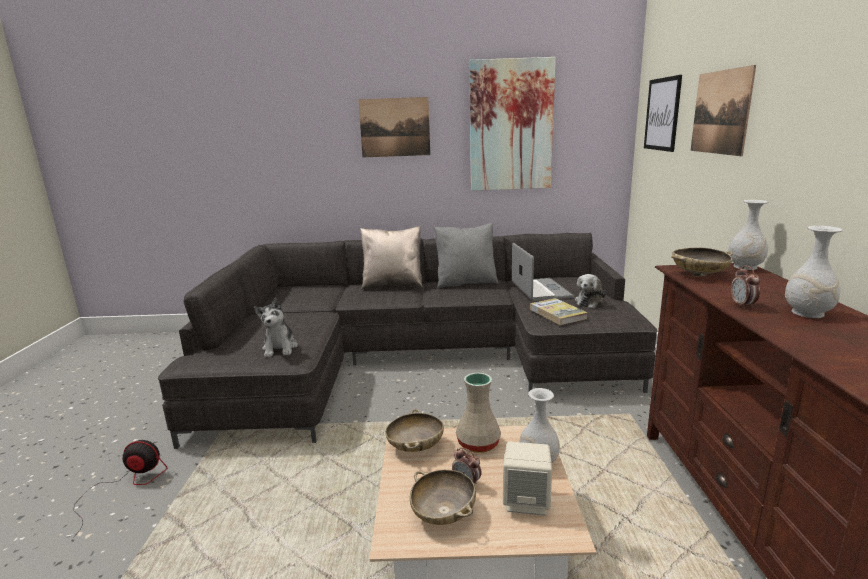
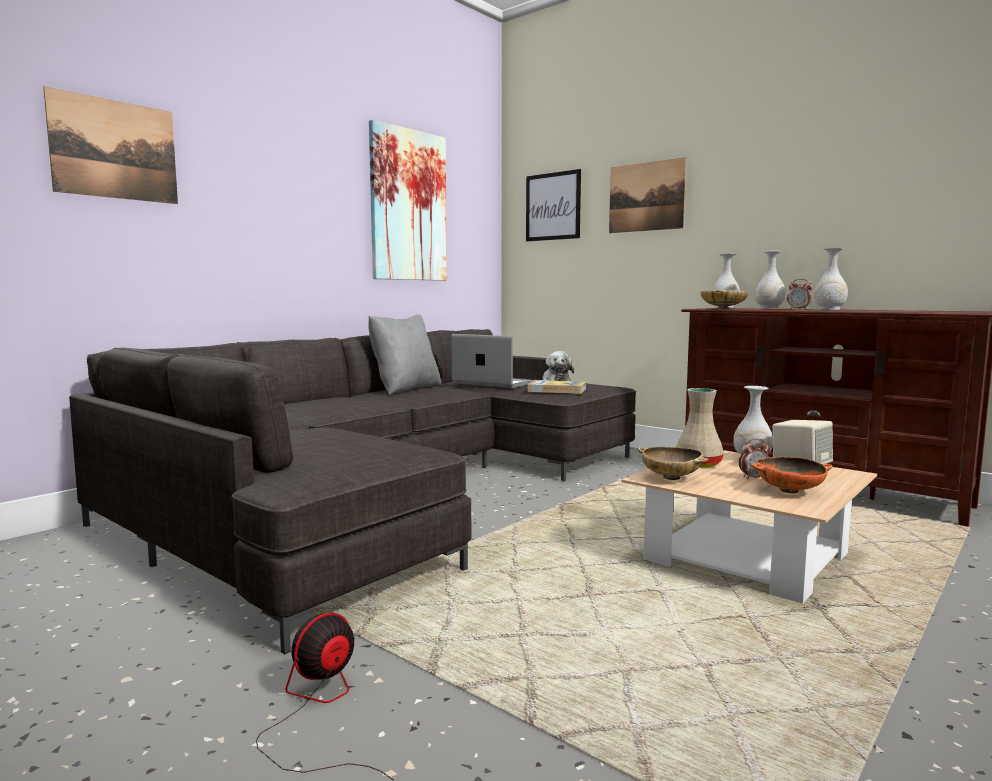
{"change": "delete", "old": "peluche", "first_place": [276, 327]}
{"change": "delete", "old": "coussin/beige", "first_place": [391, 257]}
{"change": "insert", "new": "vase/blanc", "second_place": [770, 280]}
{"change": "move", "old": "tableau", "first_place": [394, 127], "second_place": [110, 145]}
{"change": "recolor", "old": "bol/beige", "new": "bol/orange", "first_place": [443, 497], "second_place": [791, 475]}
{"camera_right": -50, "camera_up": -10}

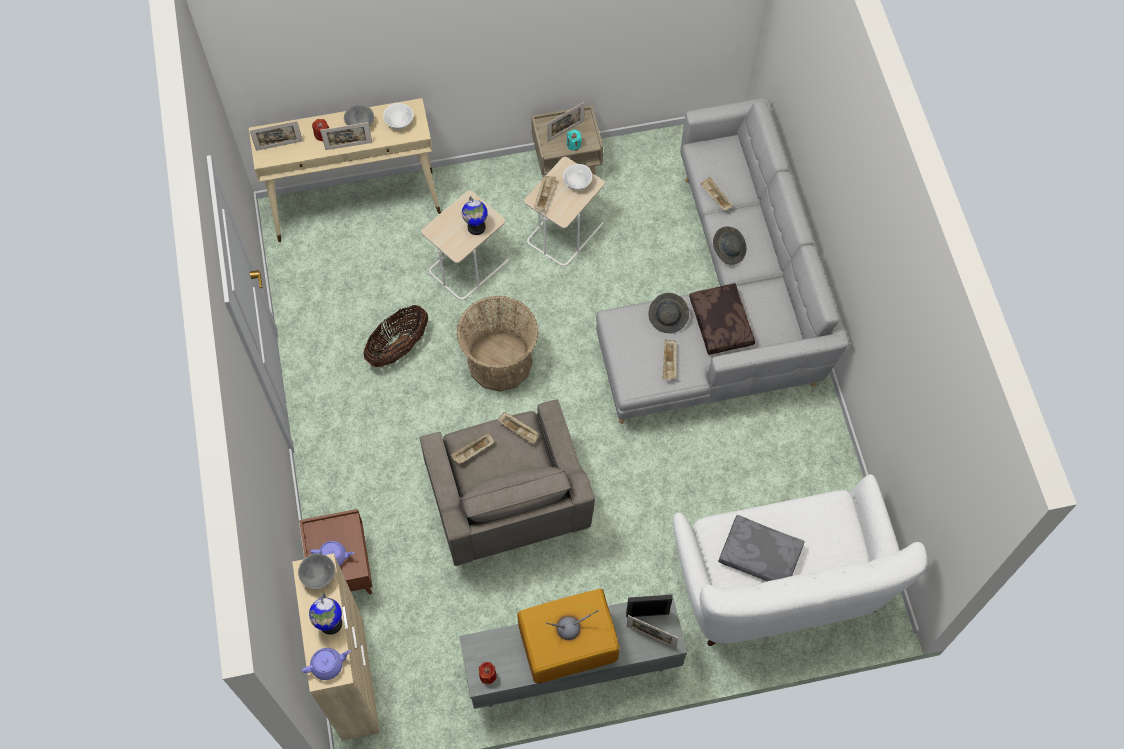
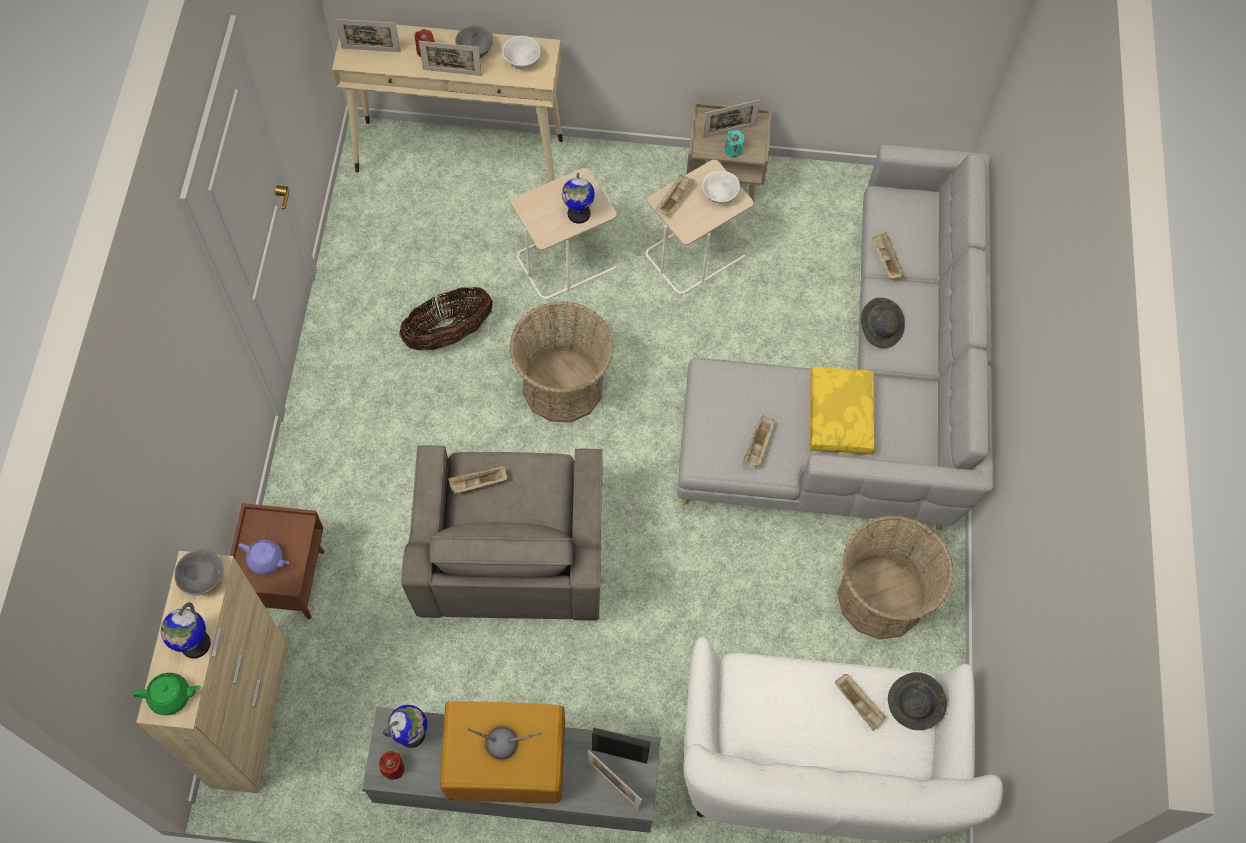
{"change": "delete", "old": "coussin/gris", "first_place": [761, 548]}
{"change": "insert", "new": "globe", "second_place": [405, 726]}
{"change": "insert", "new": "panier", "second_place": [895, 577]}
{"change": "move", "old": "plateau/beige", "first_place": [518, 428], "second_place": [859, 702]}
{"change": "move", "old": "chapeau/gris", "first_place": [668, 313], "second_place": [917, 701]}
{"change": "recolor", "old": "théière/violet", "new": "théière/vert", "first_place": [326, 664], "second_place": [166, 694]}
{"change": "recolor", "old": "coussin/marron", "new": "coussin/jaune", "first_place": [722, 319], "second_place": [842, 411]}
{"camera_right": 15, "camera_up": 0}

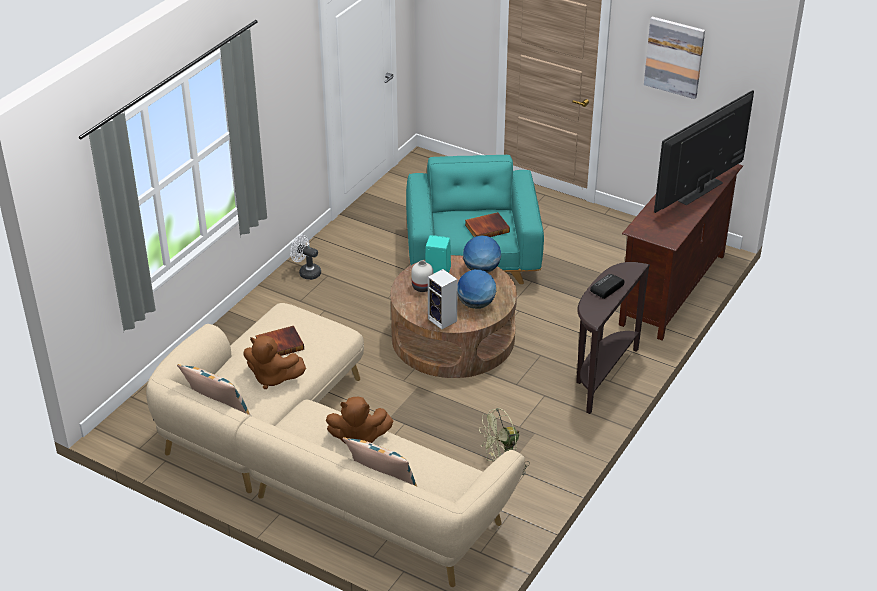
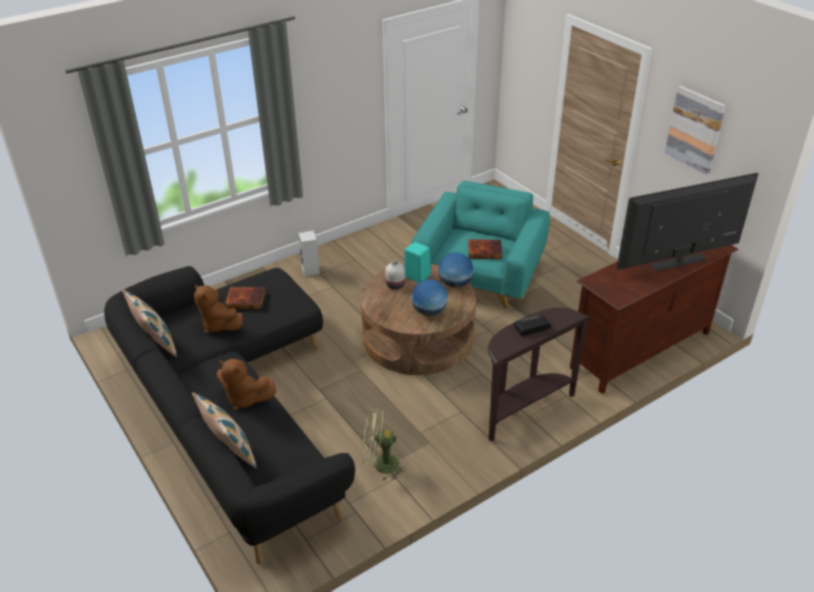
{"change": "delete", "old": "ventilateur/blanc", "first_place": [305, 257]}
{"change": "move", "old": "enceinte", "first_place": [443, 299], "second_place": [309, 253]}
{"change": "recolor", "old": "canapé/beige", "new": "canapé/noir", "first_place": [335, 445], "second_place": [229, 415]}
{"camera_right": 25, "camera_up": 0}

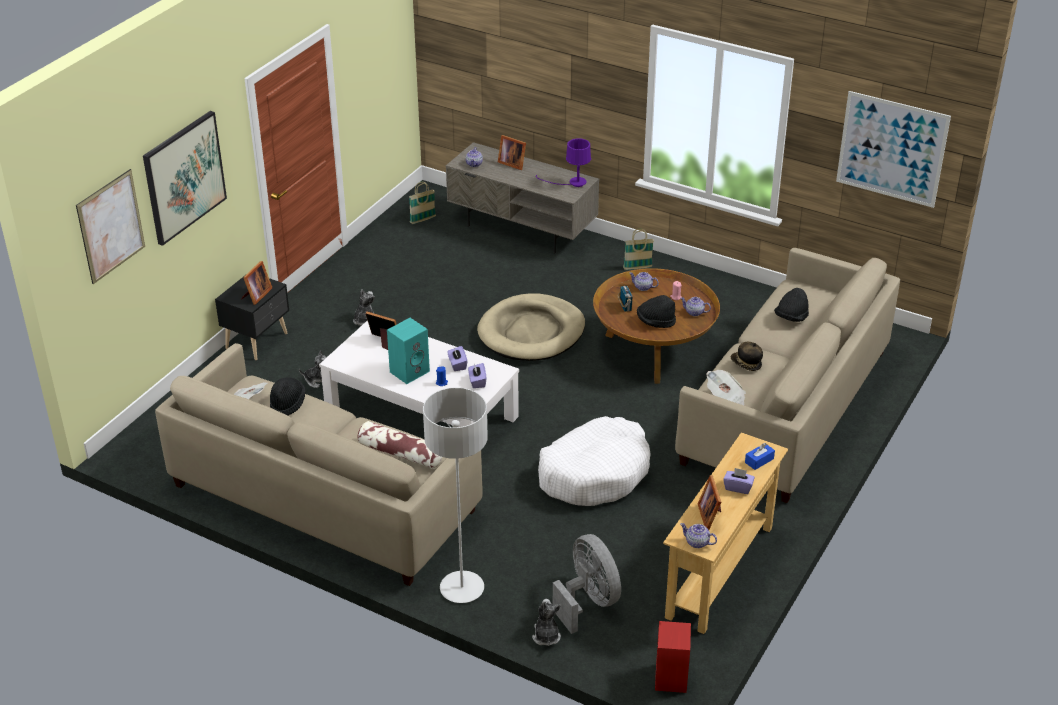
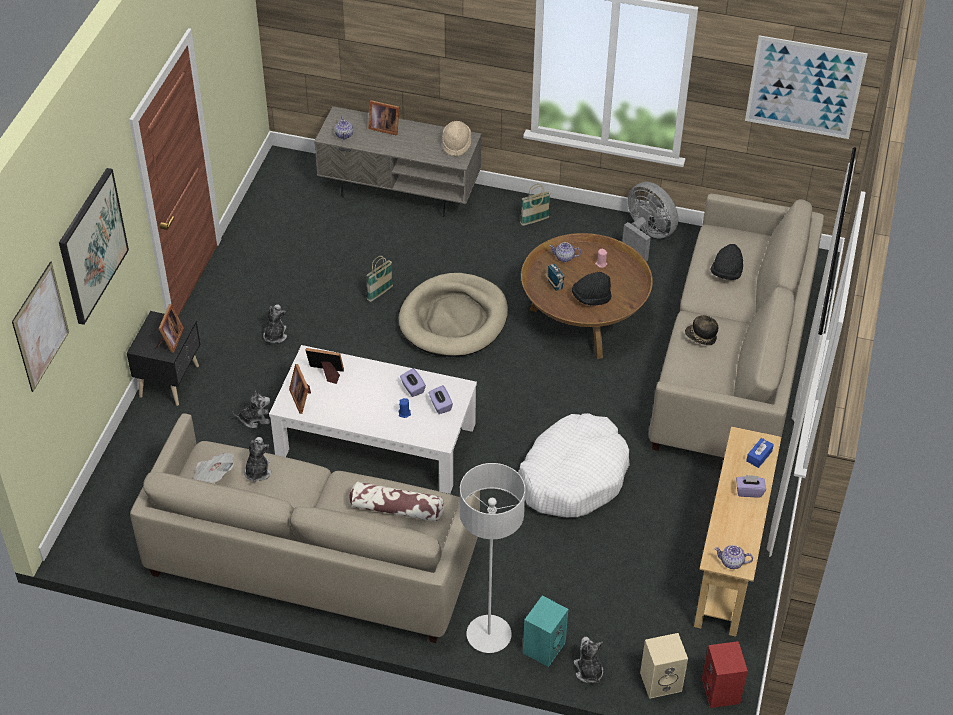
{"change": "delete", "old": "théière", "first_place": [695, 306]}
{"change": "delete", "old": "journal", "first_place": [726, 387]}
{"change": "insert", "new": "enceinte/beige", "second_place": [664, 666]}
{"change": "move", "old": "enceinte/turquoise", "first_place": [408, 351], "second_place": [545, 631]}
{"change": "move", "old": "panier", "first_place": [422, 203], "second_place": [379, 279]}
{"change": "move", "old": "ventilateur/gris", "first_place": [587, 584], "second_place": [650, 221]}
{"change": "move", "old": "cadre photo", "first_place": [709, 502], "second_place": [300, 389]}
{"change": "replace", "old": "chapeau/noir", "new": "peluche", "first_place": [288, 396], "second_place": [257, 459]}
{"change": "replace", "old": "lampe de table/violet", "new": "chapeau/beige", "first_place": [563, 162], "second_place": [457, 139]}
{"camera_right": -15, "camera_up": 10}

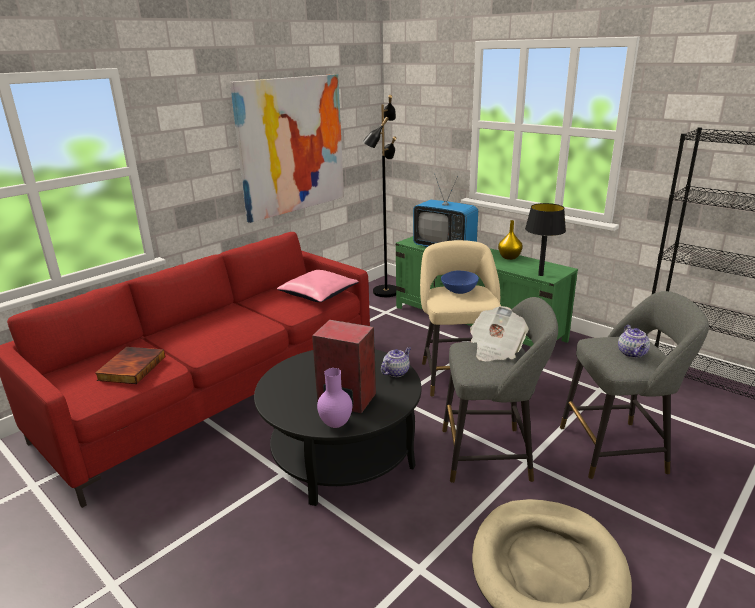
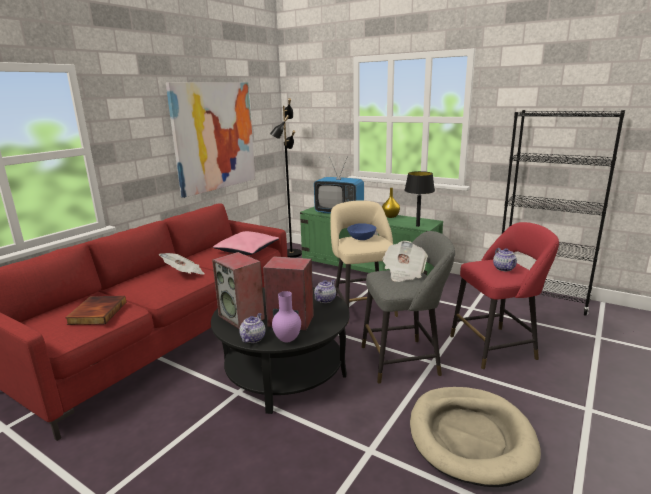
{"change": "insert", "new": "journal", "second_place": [182, 264]}
{"change": "insert", "new": "enceinte", "second_place": [238, 290]}
{"change": "insert", "new": "théière", "second_place": [252, 328]}
{"change": "recolor", "old": "tabouret/gris", "new": "tabouret/rouge", "first_place": [634, 385], "second_place": [504, 295]}
{"camera_right": -10, "camera_up": -5}

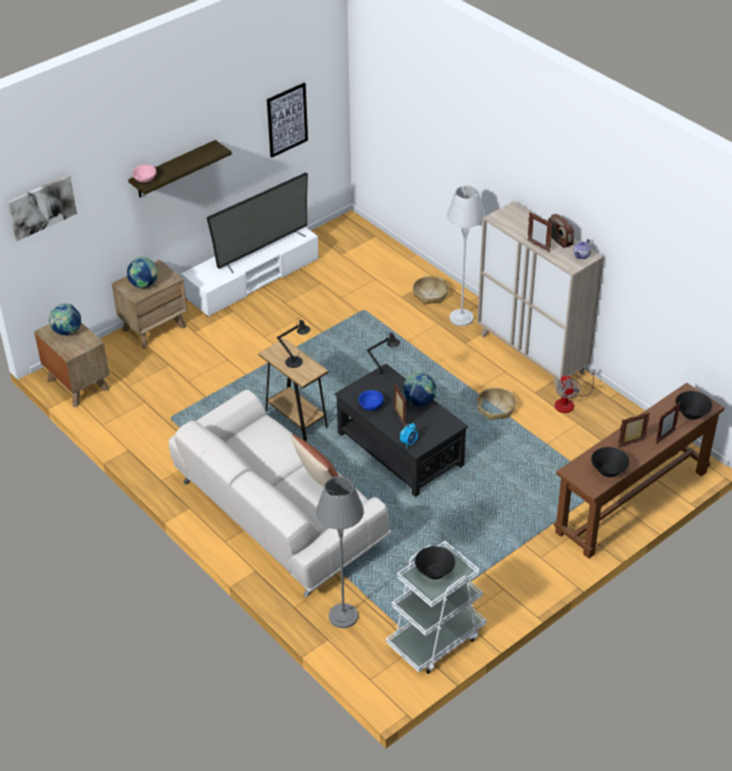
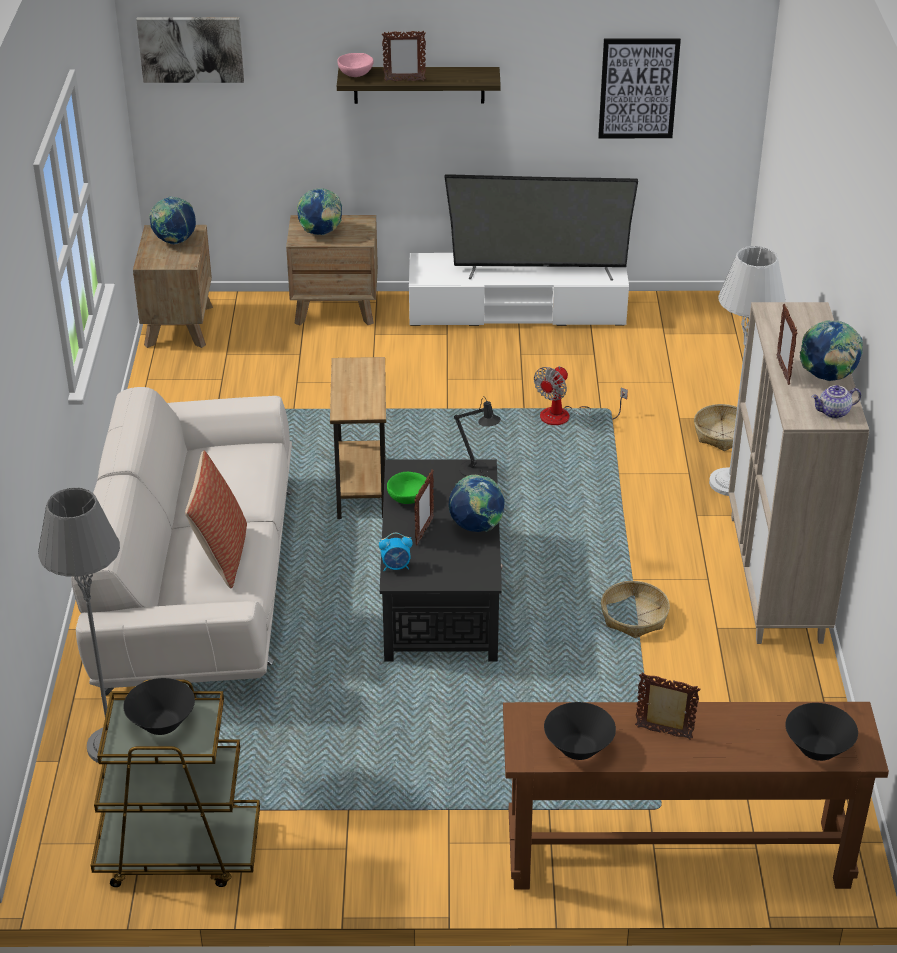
{"change": "delete", "old": "lampe de table/noir", "first_place": [293, 343]}
{"change": "move", "old": "ventilateur", "first_place": [575, 391], "second_place": [581, 395]}
{"change": "move", "old": "cadre photo", "first_place": [668, 423], "second_place": [404, 56]}
{"change": "replace", "old": "radio", "new": "globe", "first_place": [561, 231], "second_place": [831, 350]}
{"change": "recolor", "old": "bol/bleu", "new": "bol/vert", "first_place": [371, 400], "second_place": [406, 488]}
{"change": "recolor", "old": "chariot/blanc", "new": "chariot/marron", "first_place": [436, 607], "second_place": [175, 783]}
{"camera_right": 40, "camera_up": -5}

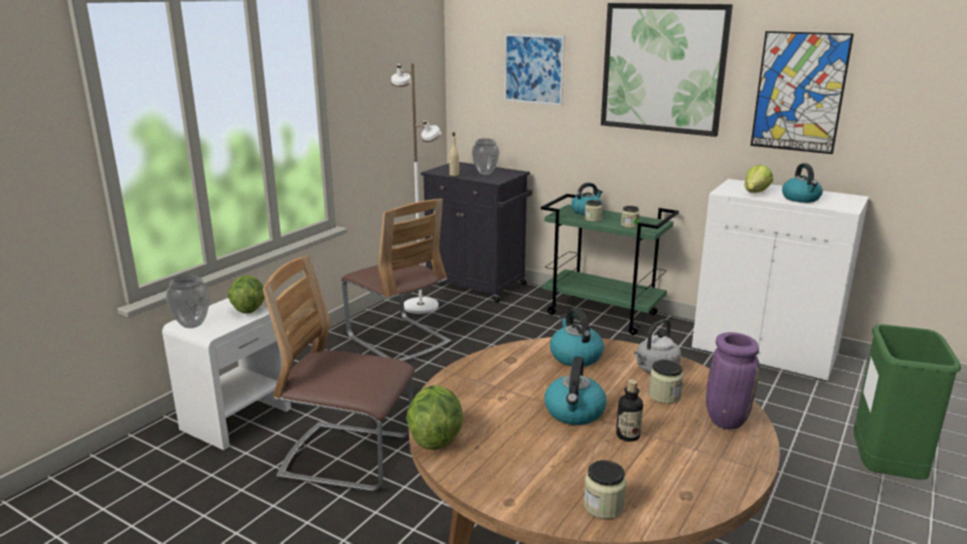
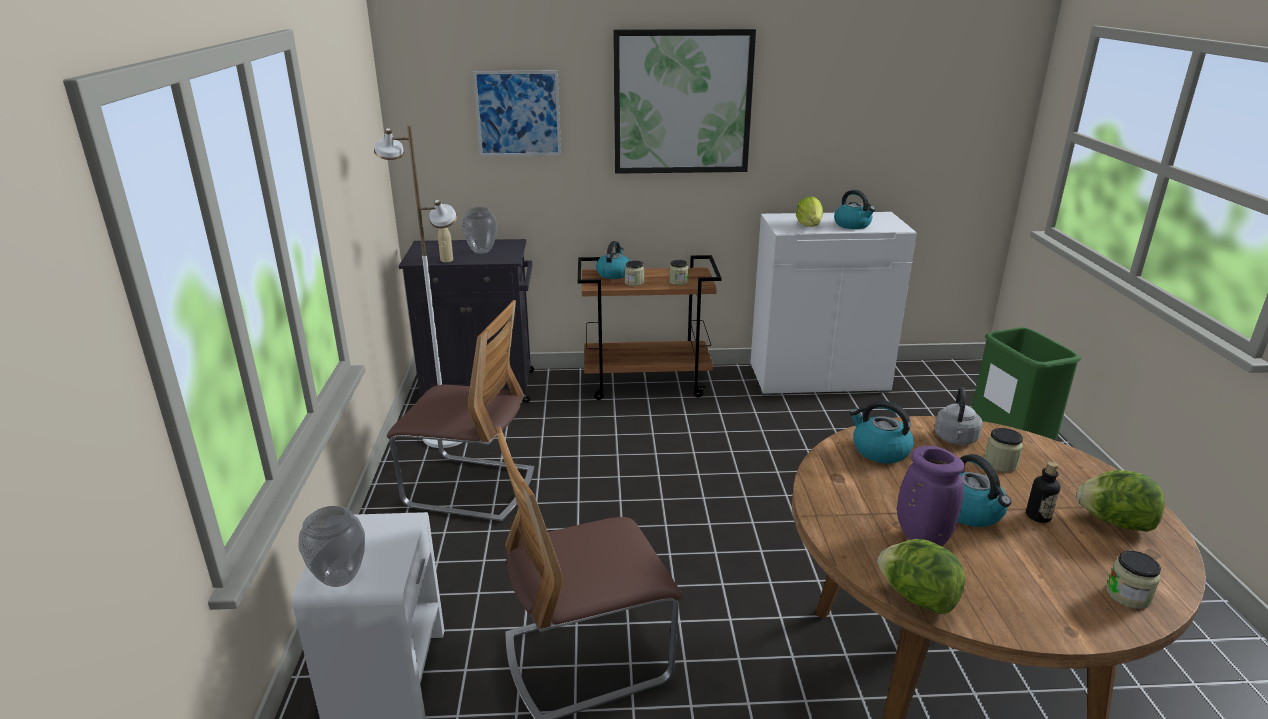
{"change": "delete", "old": "tableau", "first_place": [802, 92]}
{"change": "move", "old": "laitue", "first_place": [246, 294], "second_place": [1121, 501]}
{"change": "move", "old": "vase/violet", "first_place": [733, 380], "second_place": [931, 496]}
{"change": "recolor", "old": "chariot/vert", "new": "chariot/marron", "first_place": [610, 264], "second_place": [650, 327]}
{"camera_right": -35, "camera_up": 5}

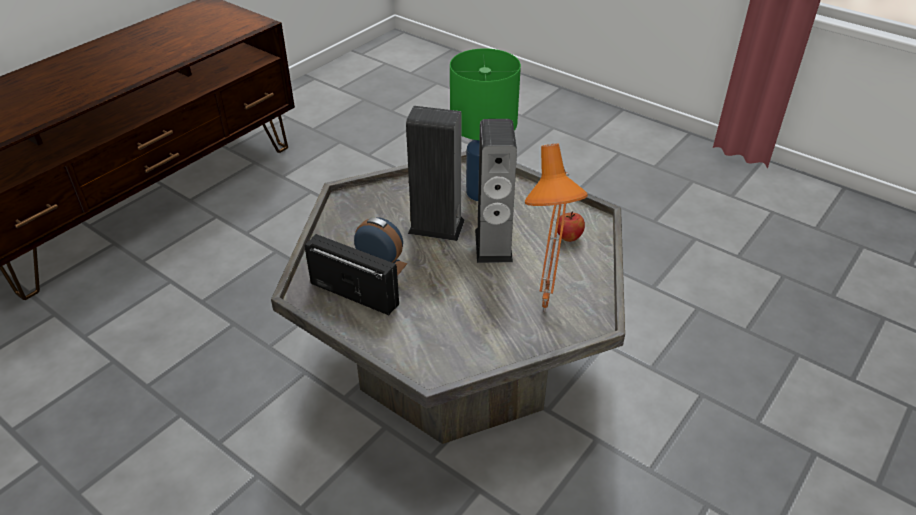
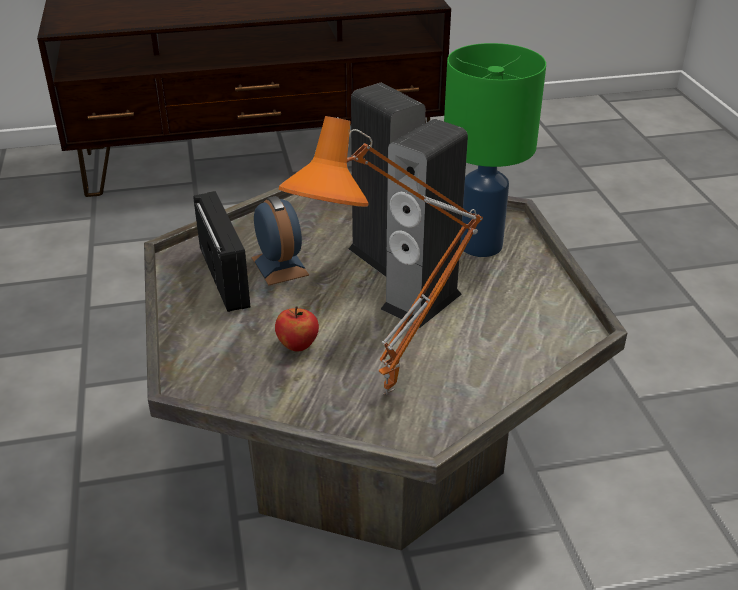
{"change": "move", "old": "pomme", "first_place": [570, 226], "second_place": [297, 328]}
{"camera_right": 40, "camera_up": -5}

